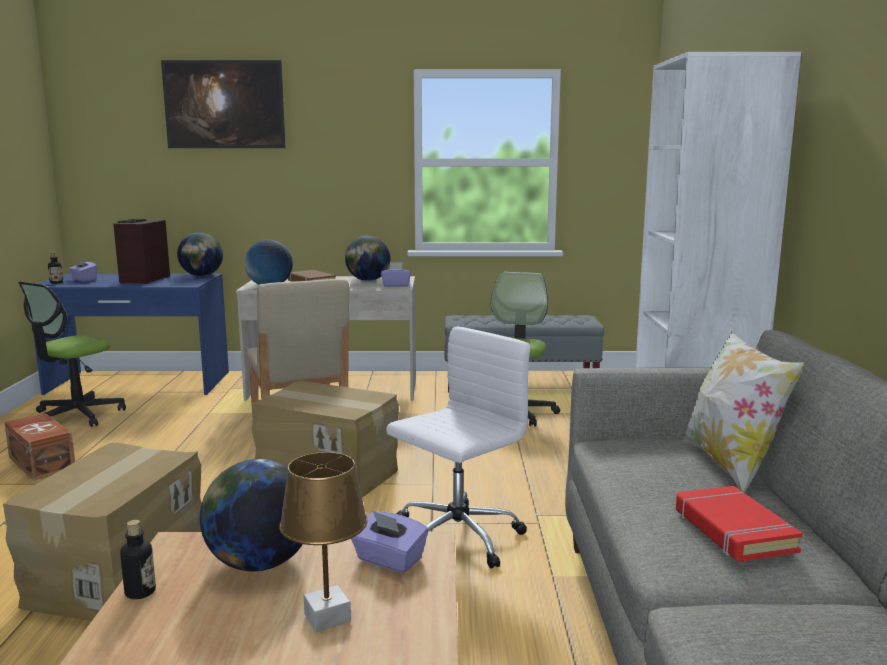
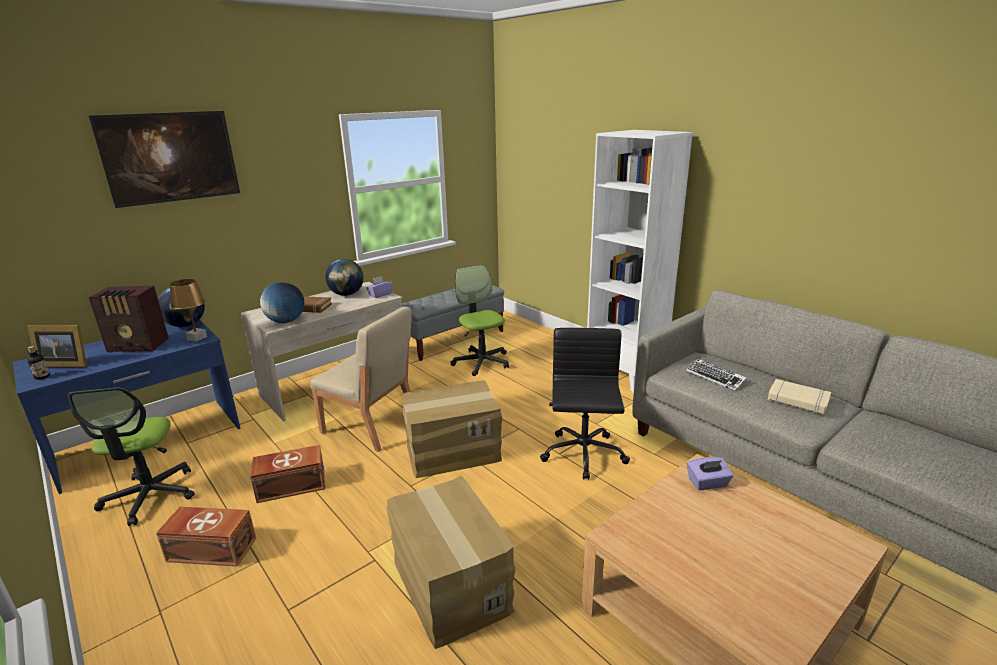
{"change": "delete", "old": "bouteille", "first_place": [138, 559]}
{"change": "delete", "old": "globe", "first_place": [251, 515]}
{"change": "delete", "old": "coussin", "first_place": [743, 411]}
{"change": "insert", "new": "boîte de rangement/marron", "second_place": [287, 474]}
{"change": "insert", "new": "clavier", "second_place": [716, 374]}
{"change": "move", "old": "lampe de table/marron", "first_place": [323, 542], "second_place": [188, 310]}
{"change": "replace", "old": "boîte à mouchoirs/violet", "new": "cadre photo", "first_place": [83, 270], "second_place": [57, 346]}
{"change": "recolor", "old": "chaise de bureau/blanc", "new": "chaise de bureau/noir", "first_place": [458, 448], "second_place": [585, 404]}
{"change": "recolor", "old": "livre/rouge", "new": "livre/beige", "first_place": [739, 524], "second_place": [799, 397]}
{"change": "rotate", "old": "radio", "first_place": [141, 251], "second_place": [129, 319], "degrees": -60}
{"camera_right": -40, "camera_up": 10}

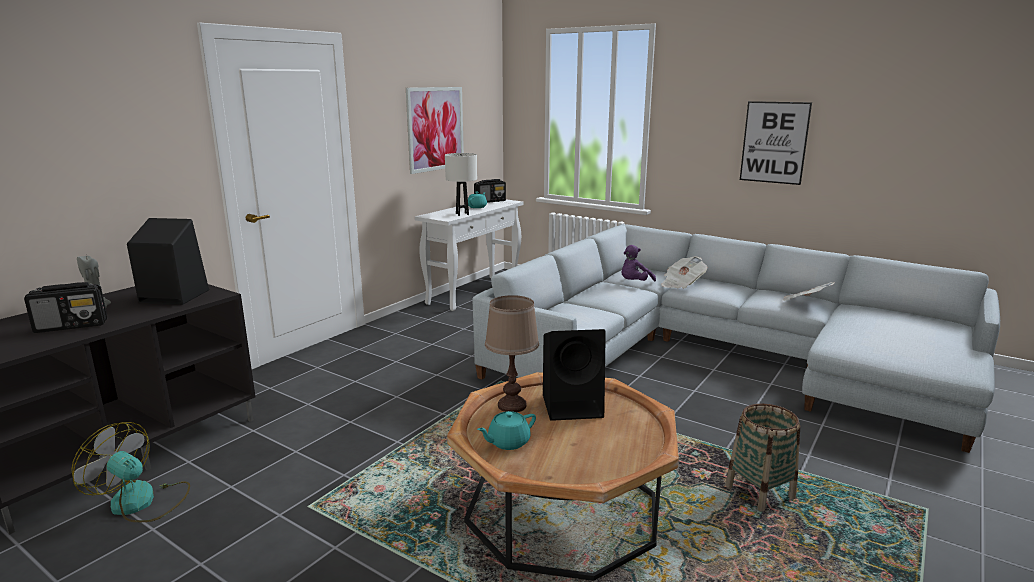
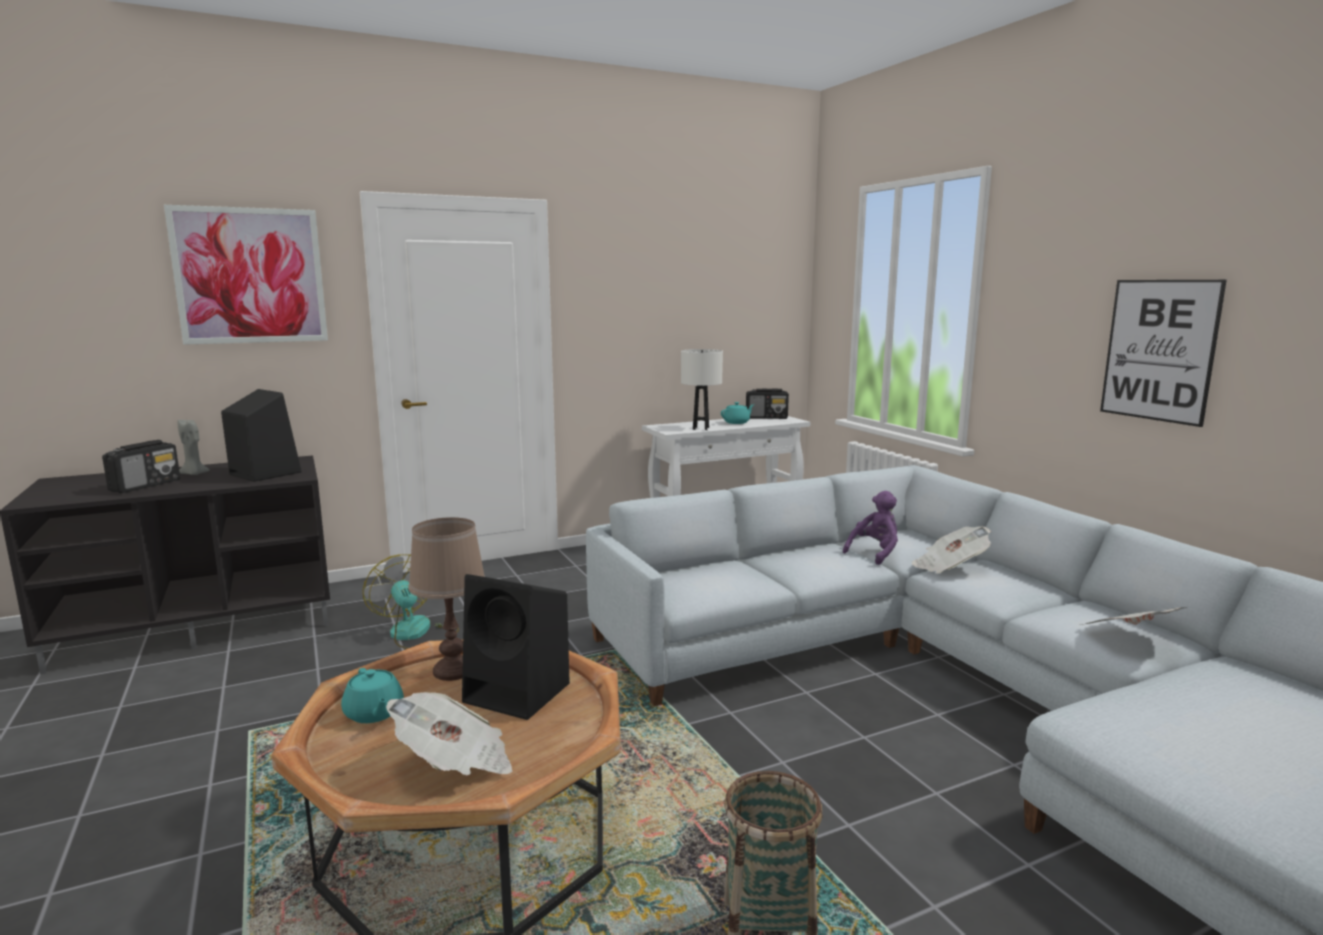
{"change": "insert", "new": "journal", "second_place": [449, 733]}
{"change": "move", "old": "ventilateur", "first_place": [130, 472], "second_place": [411, 601]}
{"change": "move", "old": "tableau", "first_place": [435, 130], "second_place": [246, 275]}
{"change": "rotate", "old": "radio", "first_place": [65, 307], "second_place": [141, 466], "degrees": -75}
{"change": "rotate", "old": "théière/turquoise", "first_place": [506, 430], "second_place": [372, 695], "degrees": -120}
{"change": "rotate", "old": "peluche/violet", "first_place": [639, 263], "second_place": [870, 528], "degrees": 150}
{"camera_right": 30, "camera_up": -5}

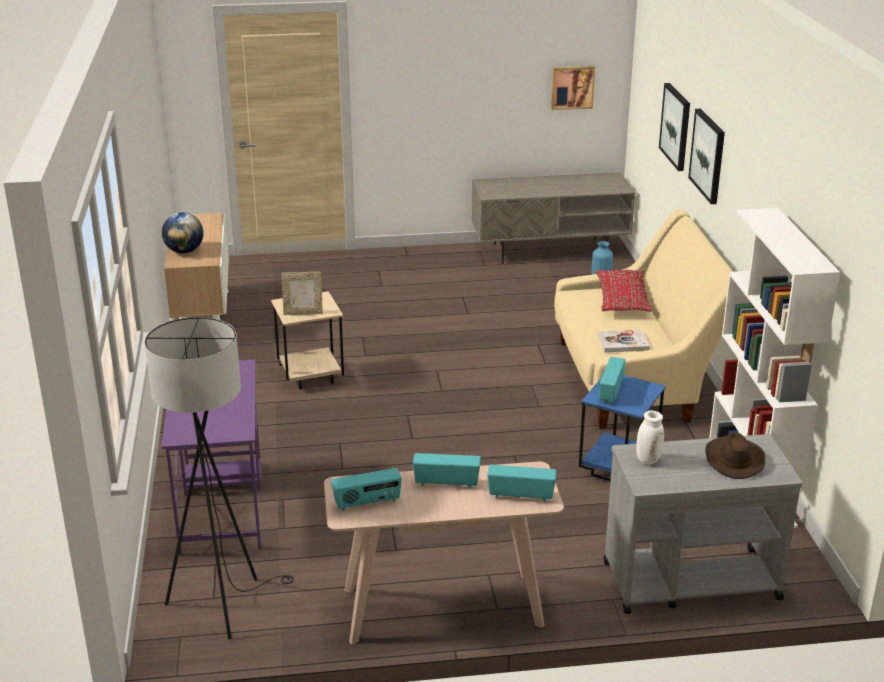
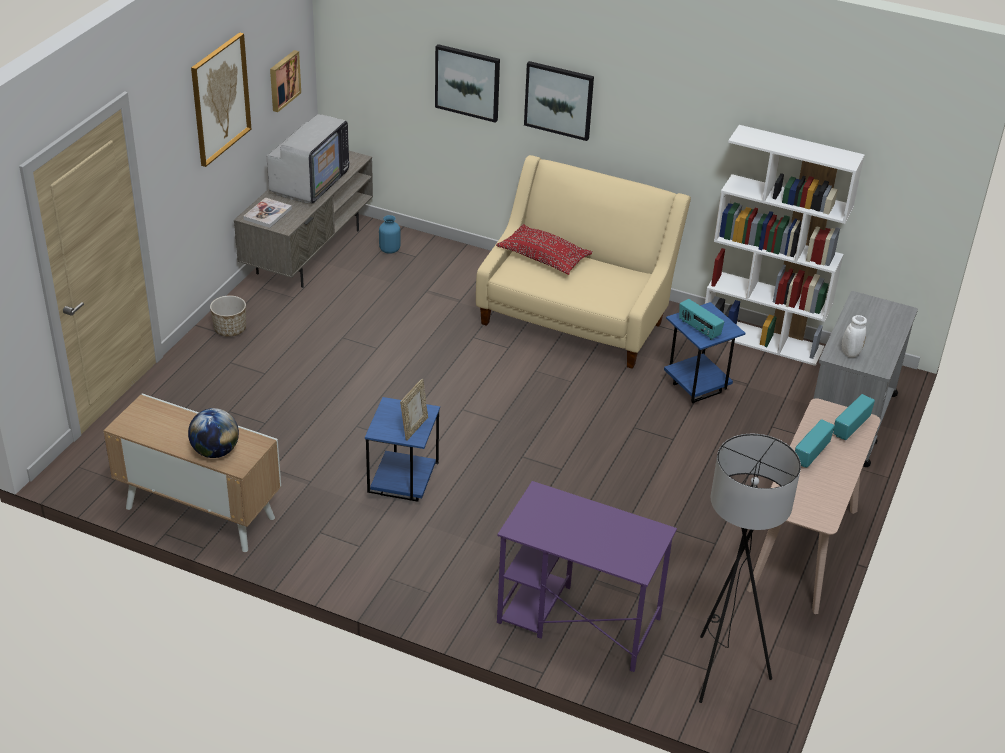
{"change": "delete", "old": "radio", "first_place": [366, 489]}
{"change": "delete", "old": "chapeau/marron", "first_place": [735, 455]}
{"change": "insert", "new": "tableau", "second_place": [221, 99]}
{"change": "insert", "new": "cache-pot", "second_place": [228, 316]}
{"change": "insert", "new": "téléviseur", "second_place": [308, 159]}
{"change": "move", "old": "livre", "first_place": [623, 341], "second_place": [267, 212]}
{"change": "recolor", "old": "table d'appoint/beige", "new": "table d'appoint/bleu", "first_place": [307, 340], "second_place": [402, 449]}
{"camera_right": -60, "camera_up": 10}

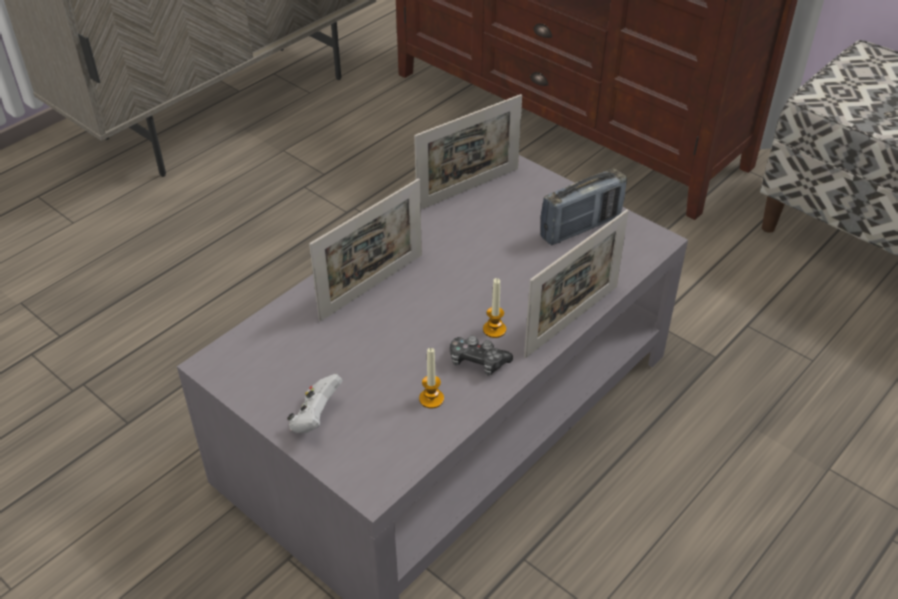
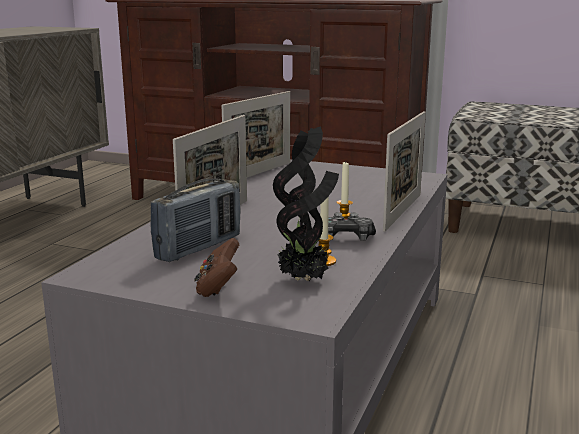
{"change": "insert", "new": "plante en pot", "second_place": [306, 203]}
{"change": "move", "old": "radio", "first_place": [583, 206], "second_place": [195, 220]}
{"change": "recolor", "old": "manette/blanc", "new": "manette/marron", "first_place": [315, 403], "second_place": [216, 267]}
{"camera_right": -20, "camera_up": -25}

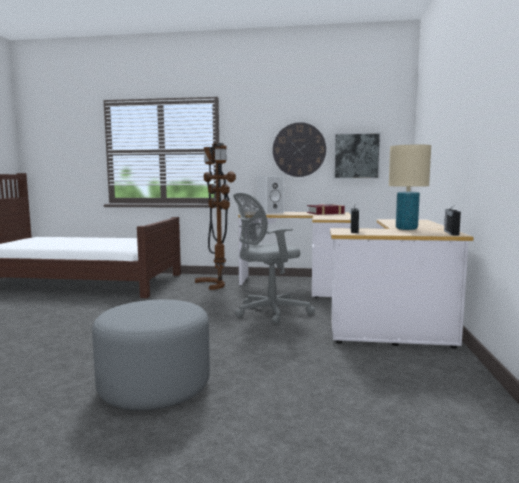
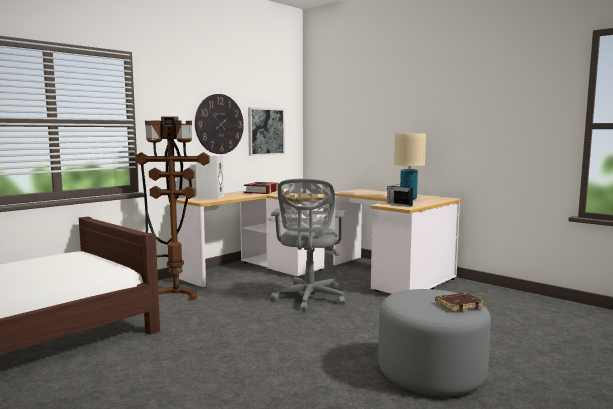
{"change": "delete", "old": "radio", "first_place": [452, 220]}
{"change": "insert", "new": "livre/marron", "second_place": [460, 302]}
{"camera_right": -55, "camera_up": 0}

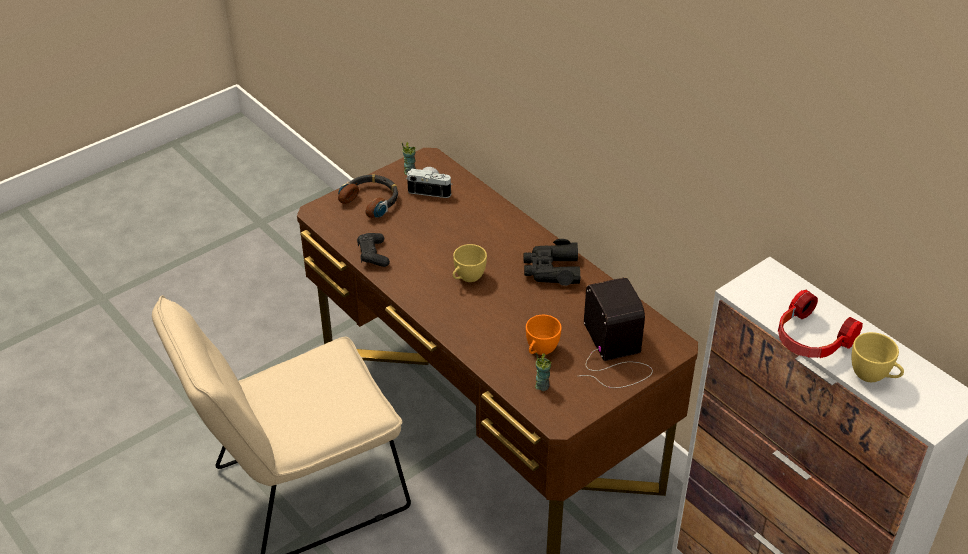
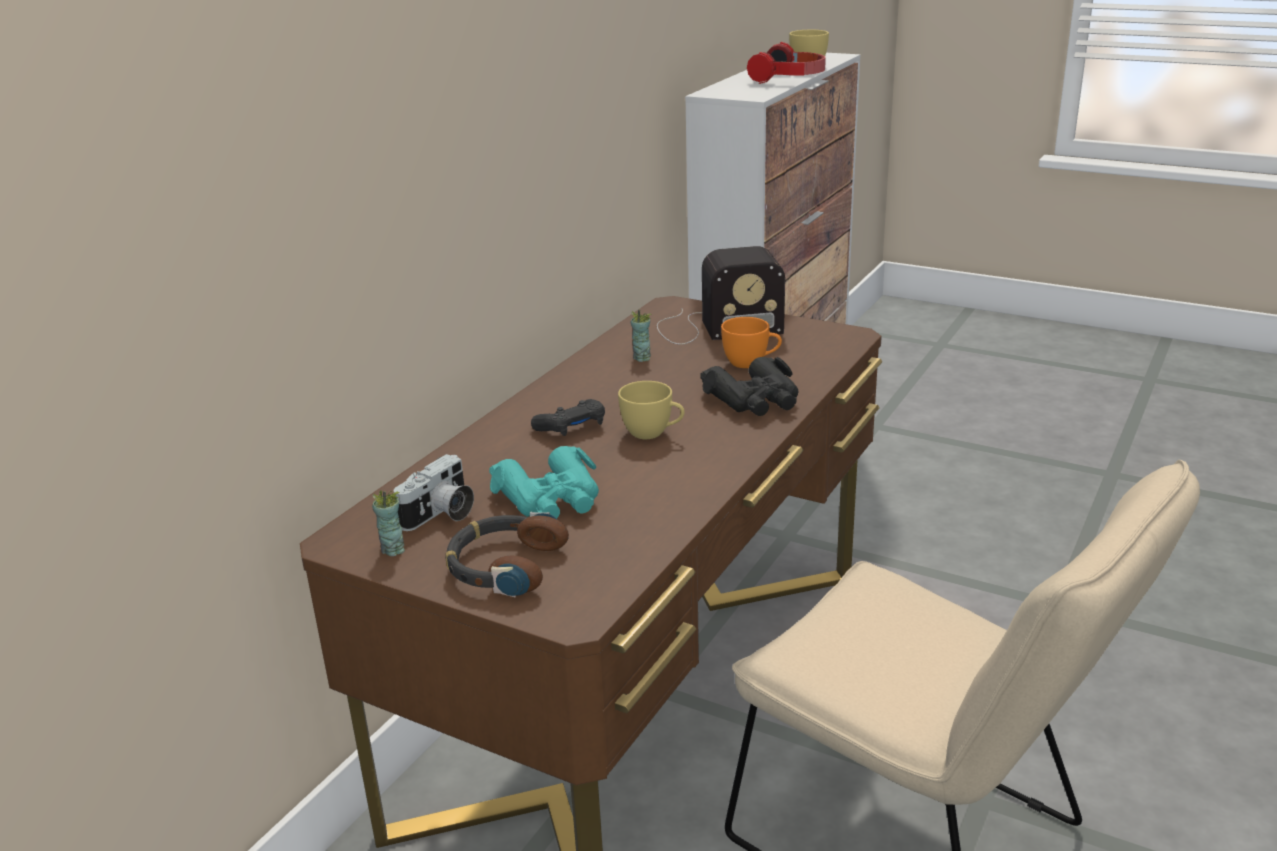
{"change": "insert", "new": "jumelles/turquoise", "second_place": [544, 482]}
{"change": "move", "old": "manette/noir", "first_place": [373, 250], "second_place": [568, 417]}
{"change": "move", "old": "jumelles/noir", "first_place": [552, 262], "second_place": [749, 386]}
{"change": "move", "old": "tasse", "first_place": [543, 372], "second_place": [640, 336]}
{"change": "rotate", "old": "appareil photo", "first_place": [429, 182], "second_place": [434, 492], "degrees": -135}
{"change": "rotate", "old": "radio", "first_place": [616, 332], "second_place": [721, 295], "degrees": -150}
{"camera_right": -110, "camera_up": -15}

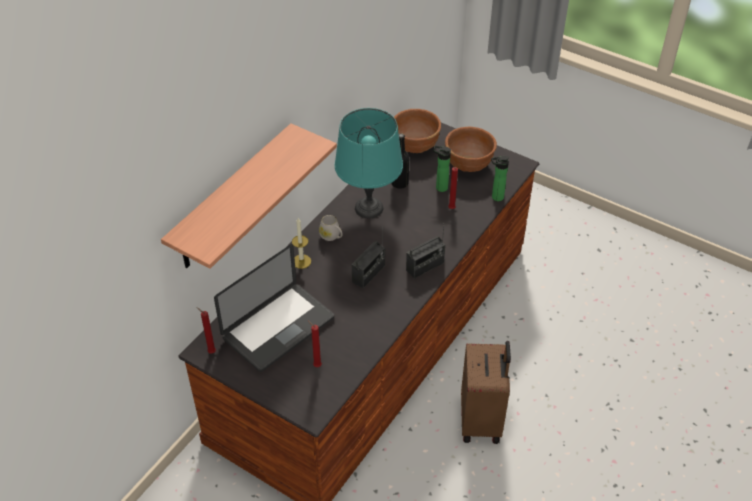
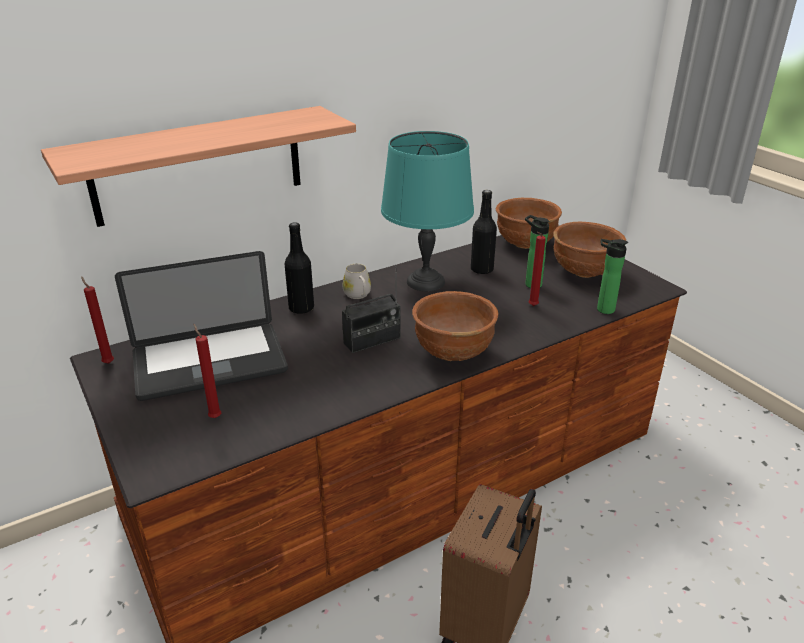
{"change": "replace", "old": "bougie", "new": "bouteille/noir", "first_place": [301, 243], "second_place": [299, 268]}
{"change": "replace", "old": "radio", "new": "bol/marron", "first_place": [425, 251], "second_place": [455, 326]}
{"camera_right": 25, "camera_up": -15}

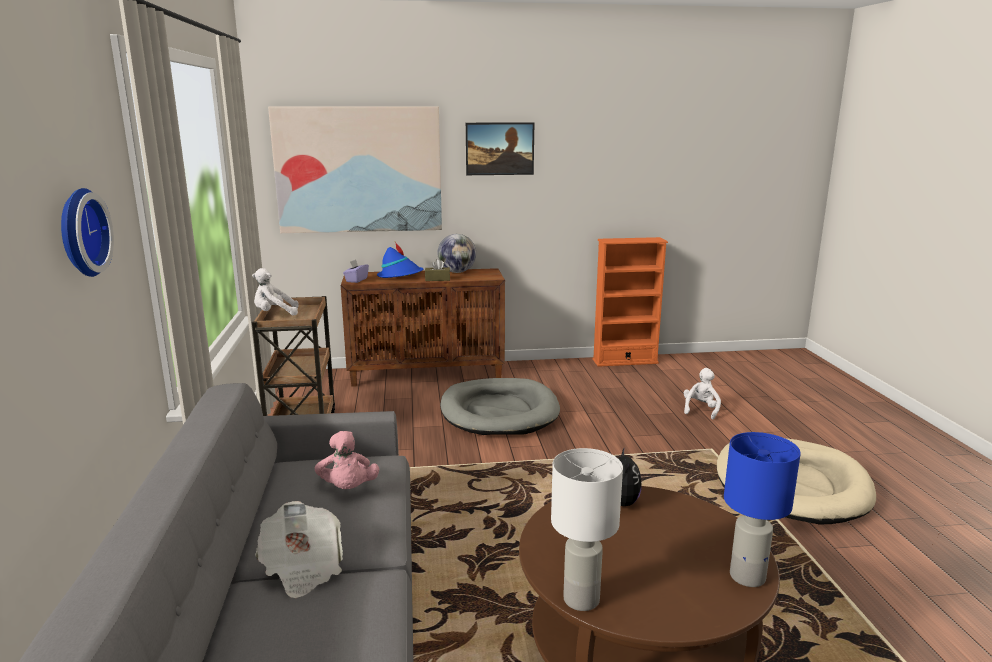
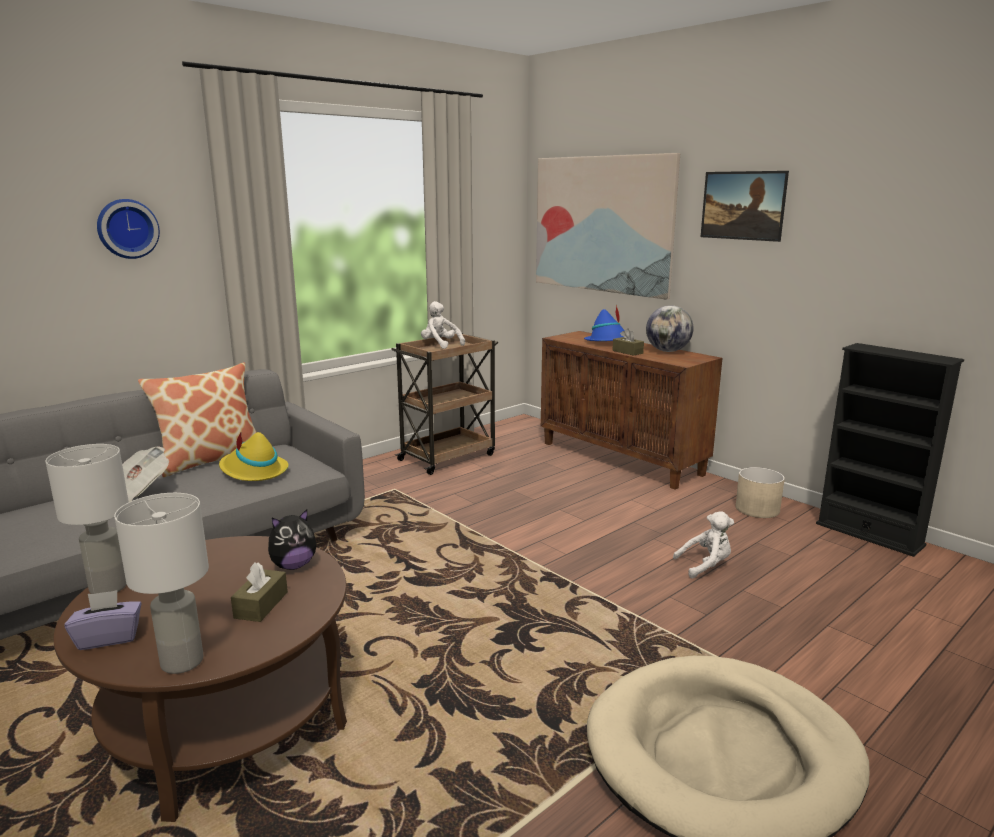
{"change": "delete", "old": "panier pour chien/gris", "first_place": [500, 406]}
{"change": "insert", "new": "coussin", "second_place": [197, 419]}
{"change": "insert", "new": "boîte à mouchoirs/marron", "second_place": [259, 592]}
{"change": "insert", "new": "cache-pot/beige", "second_place": [760, 492]}
{"change": "move", "old": "boîte à mouchoirs/violet", "first_place": [356, 271], "second_place": [103, 620]}
{"change": "move", "old": "peluche/blanc", "first_place": [702, 394], "second_place": [703, 545]}
{"change": "replace", "old": "peluche/rose", "new": "chapeau/jaune", "first_place": [347, 460], "second_place": [254, 456]}
{"change": "recolor", "old": "bibliothèque/orange", "new": "bibliothèque/noir", "first_place": [630, 302], "second_place": [890, 450]}
{"change": "recolor", "old": "lampe de table/bleu", "new": "lampe de table/blanc", "first_place": [762, 509], "second_place": [161, 583]}
{"camera_right": 55, "camera_up": 0}

